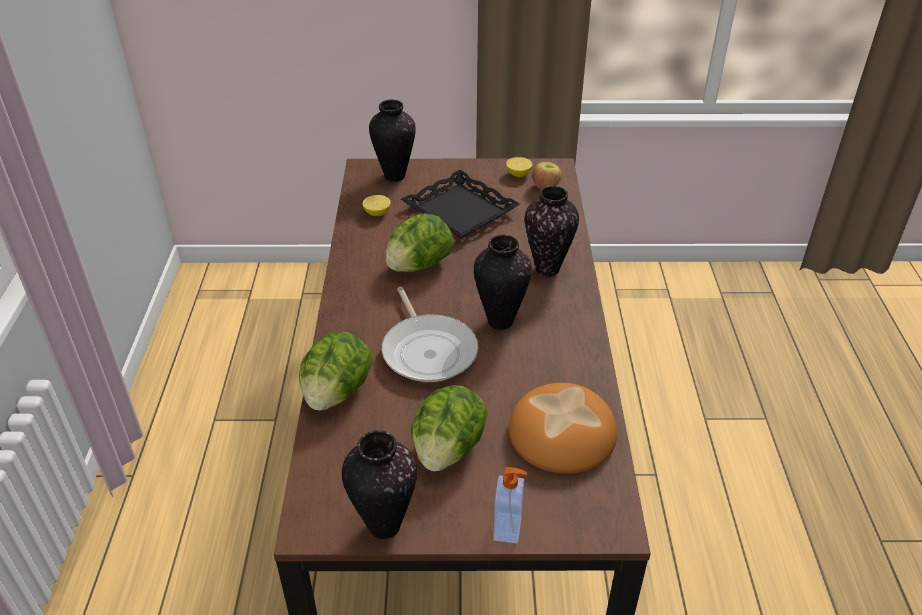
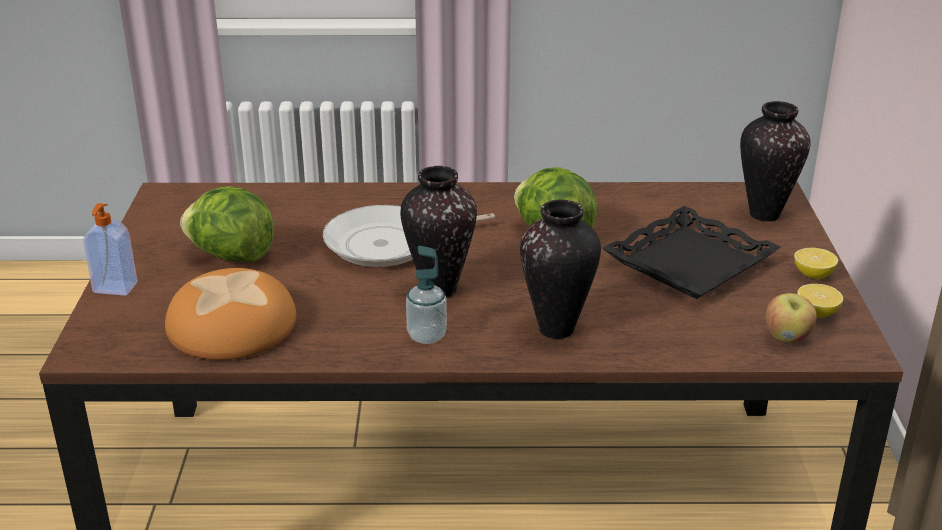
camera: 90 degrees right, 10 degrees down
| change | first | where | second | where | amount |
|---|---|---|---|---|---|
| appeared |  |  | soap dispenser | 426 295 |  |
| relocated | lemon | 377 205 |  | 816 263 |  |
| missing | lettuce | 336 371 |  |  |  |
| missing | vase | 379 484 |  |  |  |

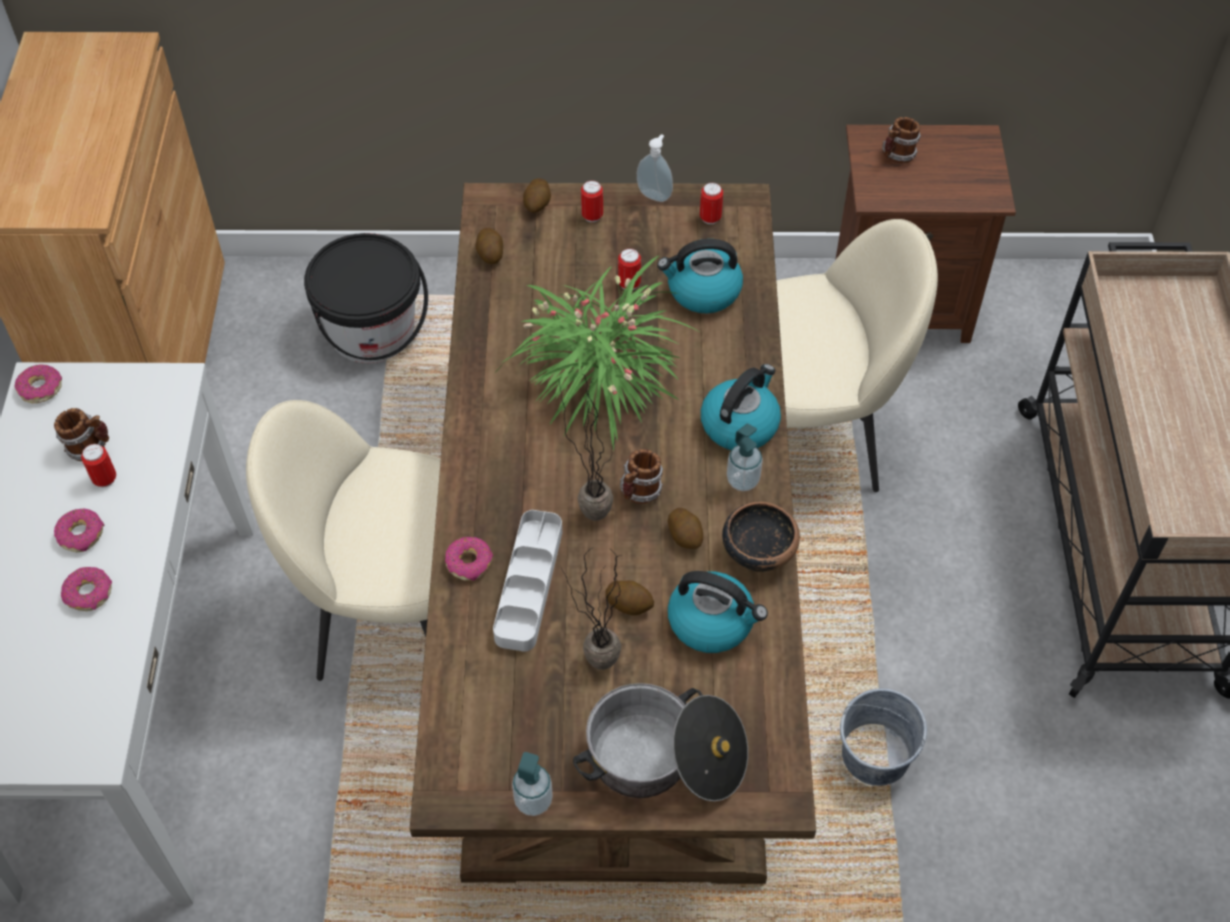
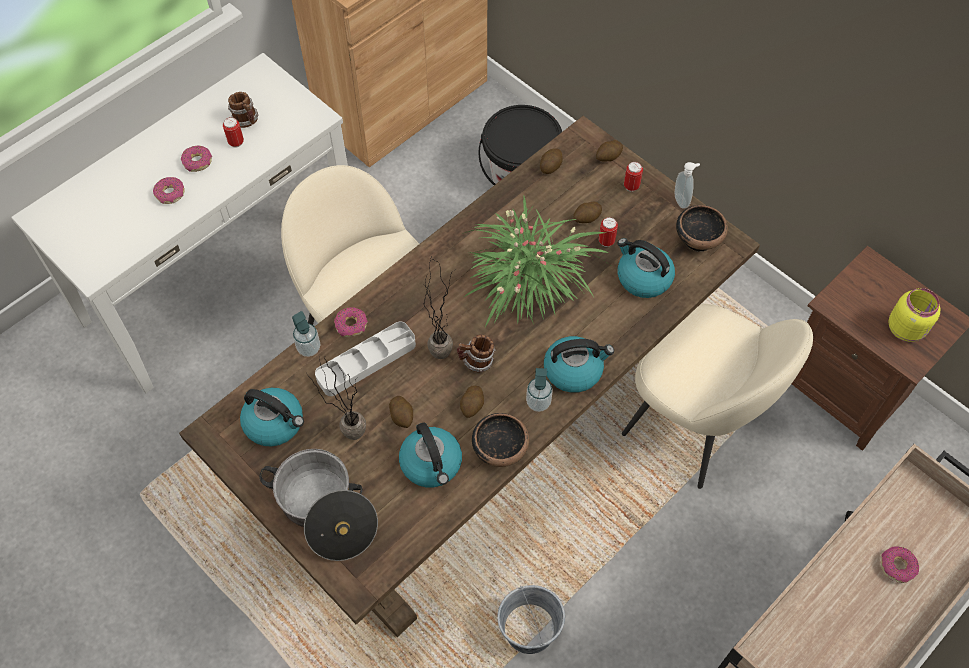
camera: 45 degrees right, 5 degrees up
| change | first | where | second | where | amount |
|---|---|---|---|---|---|
| appeared |  |  | kettle | 272 417 |  |
| relocated | soap dispenser | 532 784 |  | 306 334 |  |
| appeared |  |  | potato | 587 212 |  |
| exchanged | can | 711 203 | bowl | 702 228 |  |
| relocated | donut | 38 384 |  | 900 565 |  |
| appeared |  |  | jar (yellow) | 914 315 |  |
| missing | mug | 901 140 |  |  |  |

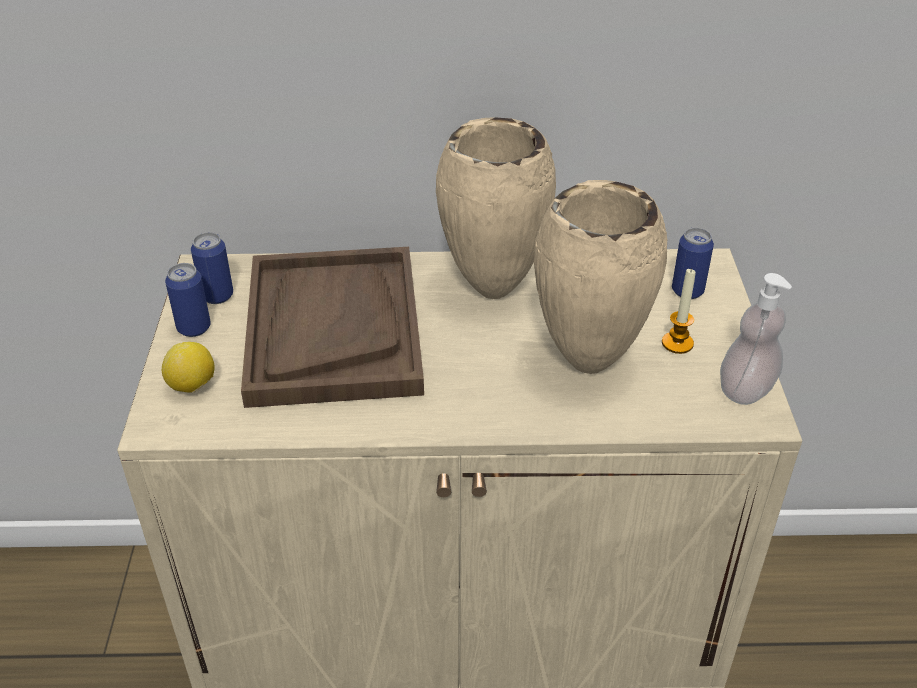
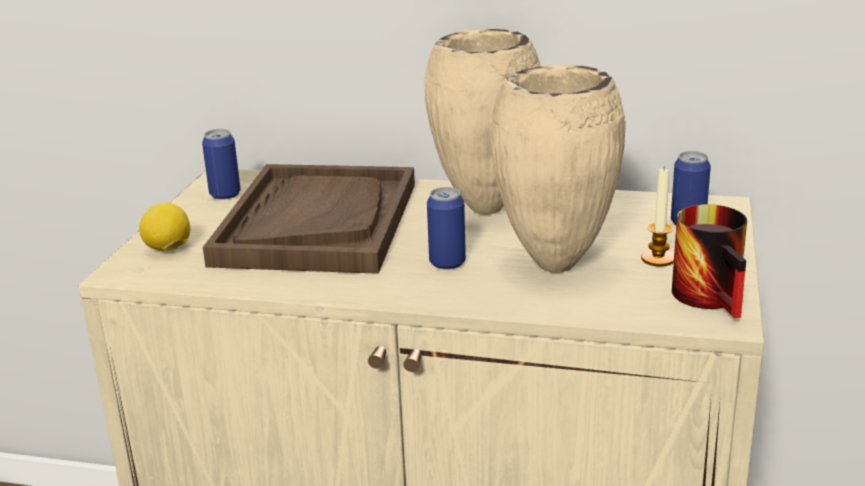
camera: 15 degrees right, 15 degrees down
| change | first | where | second | where | amount |
|---|---|---|---|---|---|
| relocated | can | 188 300 |  | 446 228 |  |
| exchanged | soap dispenser | 756 339 | mug | 709 261 |  |

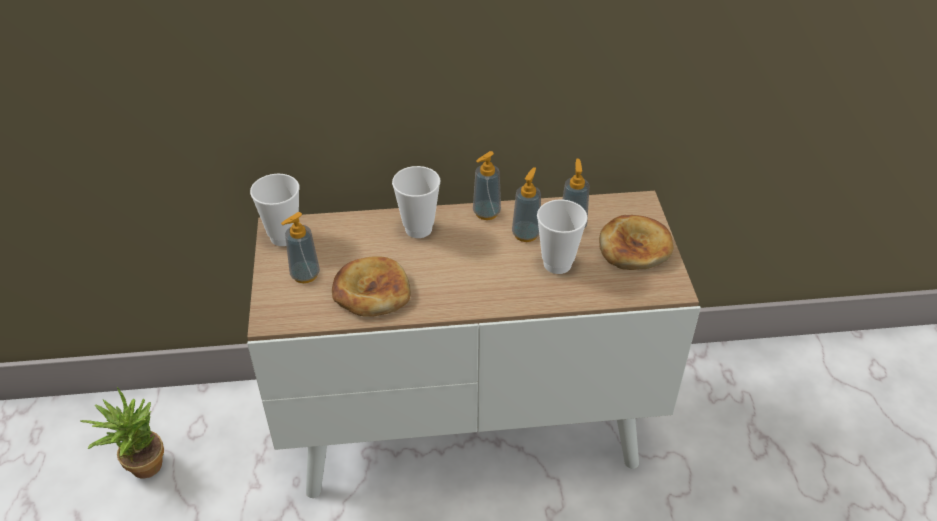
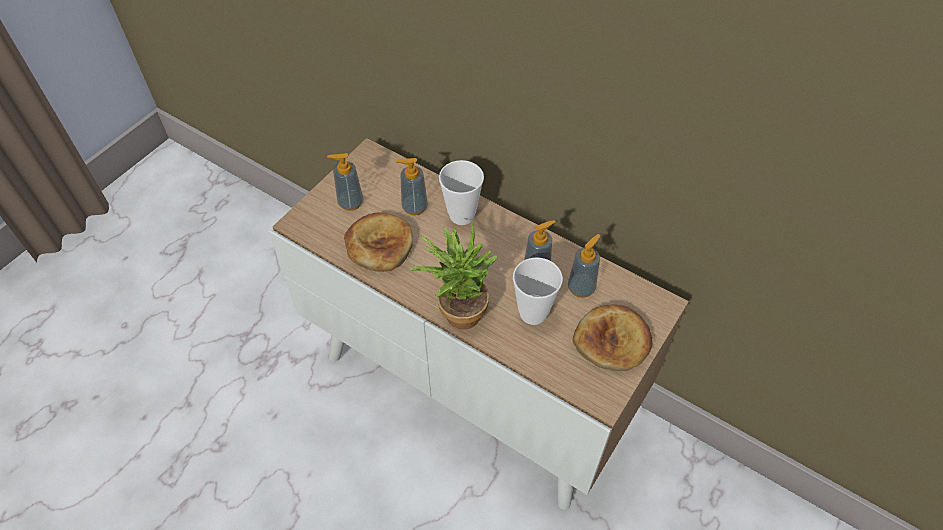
camera: 40 degrees right, 10 degrees up
| change | first | where | second | where | amount |
|---|---|---|---|---|---|
| relocated | soap dispenser | 487 185 |  | 412 187 |  |
| relocated | potted plant | 122 433 |  | 454 276 |  |
| missing | cup | 274 210 |  |  |  |

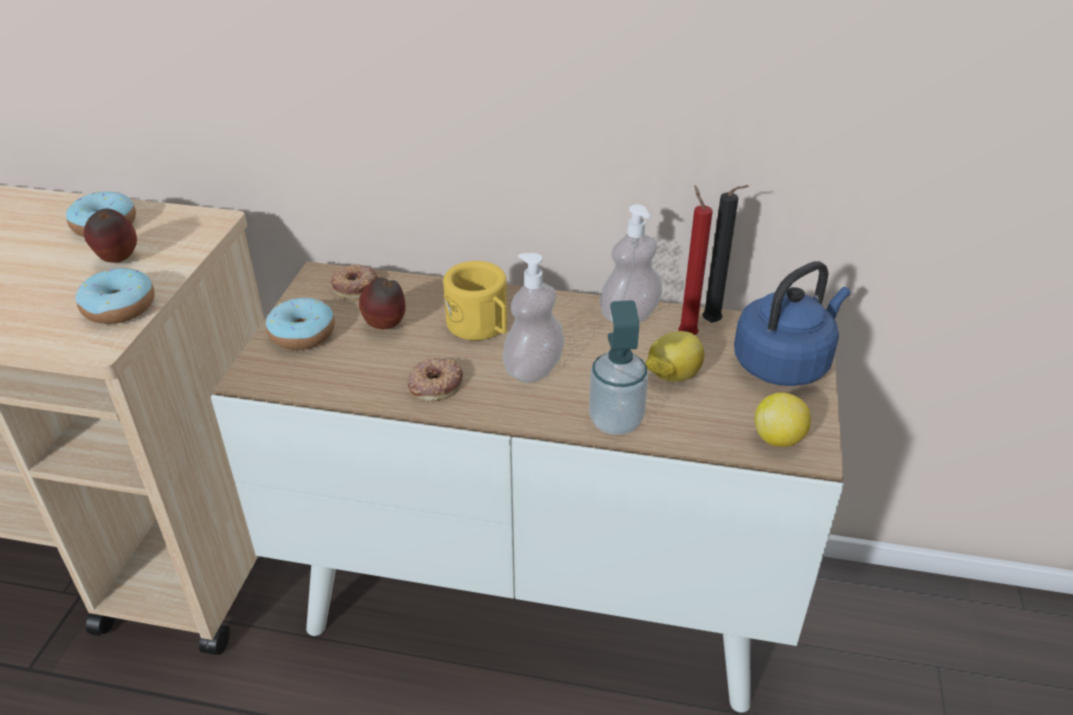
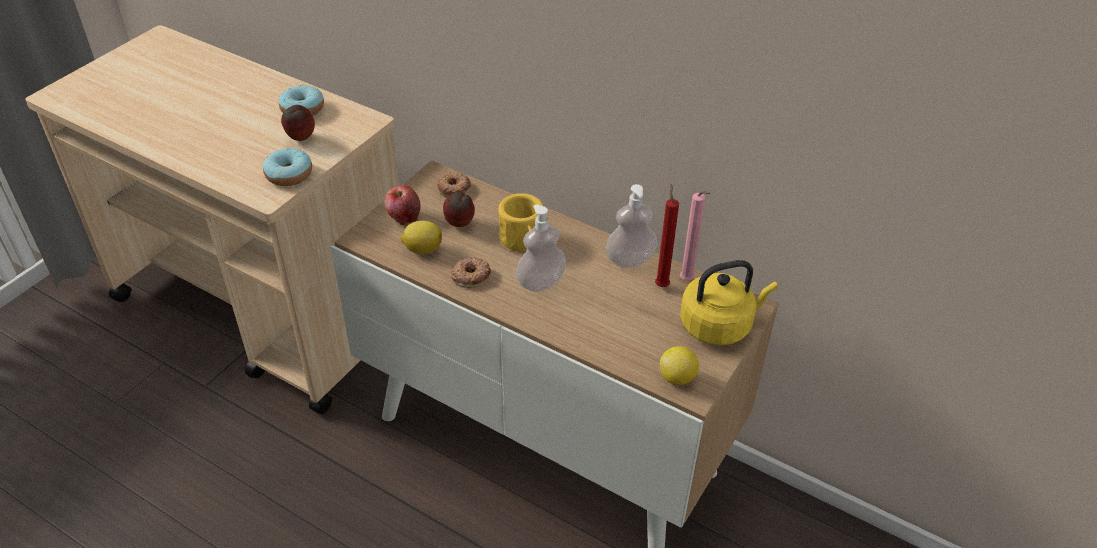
camera: 20 degrees right, 5 degrees up
| change | first | where | second | where | amount |
|---|---|---|---|---|---|
| exchanged | donut | 300 324 | apple | 403 205 |  |
| relocated | lemon | 674 356 |  | 421 238 |  |
| colour | candle (black) | 725 254 | candle (pink) | 695 236 |  |
| colour | kettle (blue) | 792 323 | kettle (yellow) | 729 302 |  |
| missing | soap dispenser | 618 367 |  |  |  |

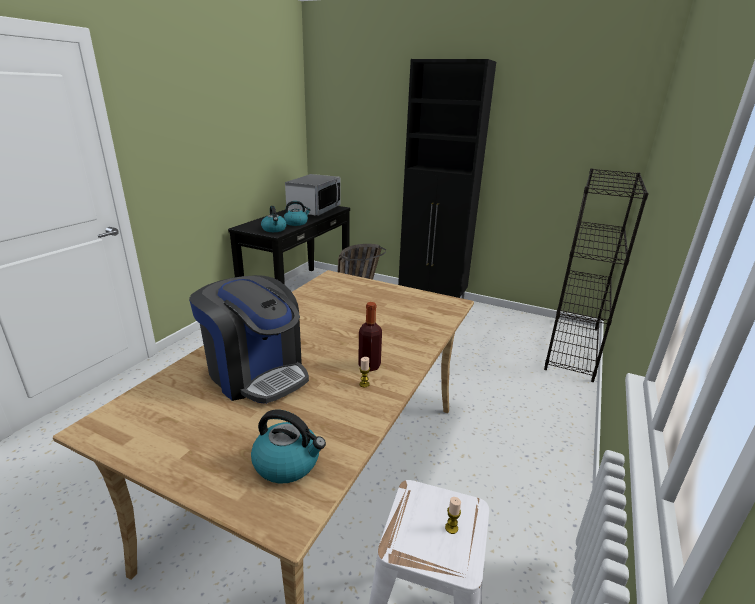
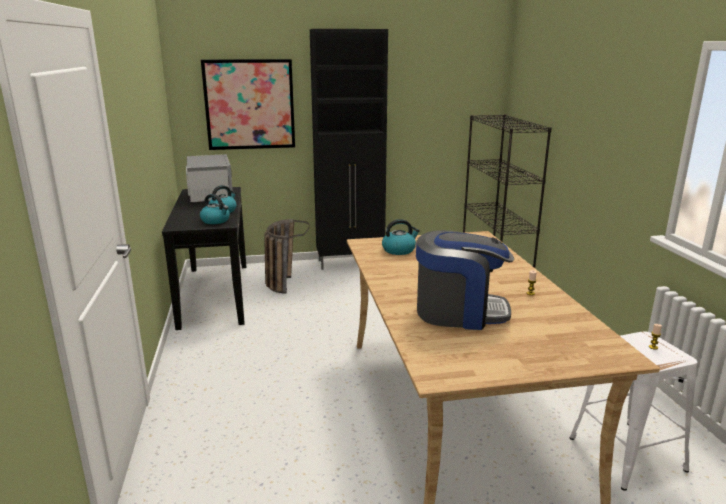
camera: 35 degrees left, 5 degrees down
| change | first | where | second | where | amount |
|---|---|---|---|---|---|
| appeared |  |  | picture | 248 104 |  |
| relocated | kettle | 288 446 |  | 401 237 |  |
| missing | bottle | 370 337 |  |  |  |

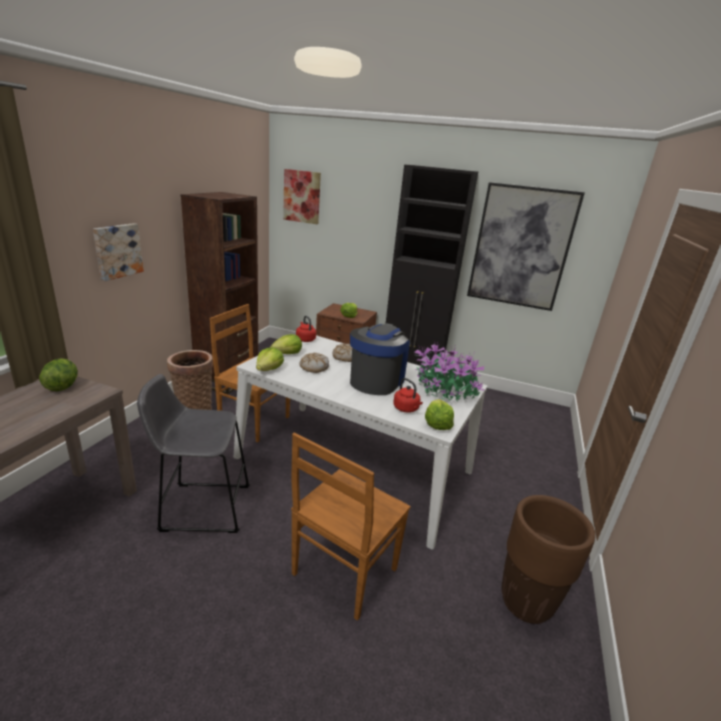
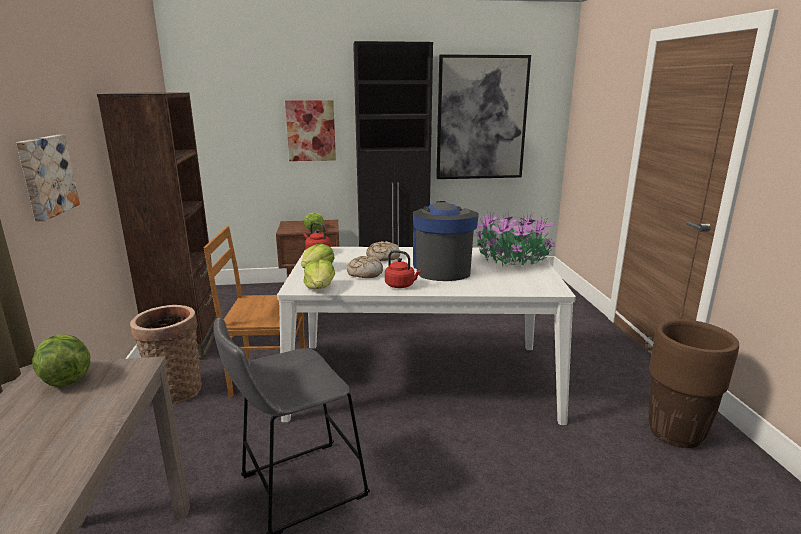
camera: 25 degrees left, 5 degrees down
| change | first | where | second | where | amount |
|---|---|---|---|---|---|
| relocated | picture | 302 196 |  | 310 130 |  |
| relocated | kettle (red) | 408 395 |  | 403 269 |  |
| missing | chair (brown) | 351 527 |  |  |  |
| missing | lettuce | 439 414 |  |  |  |

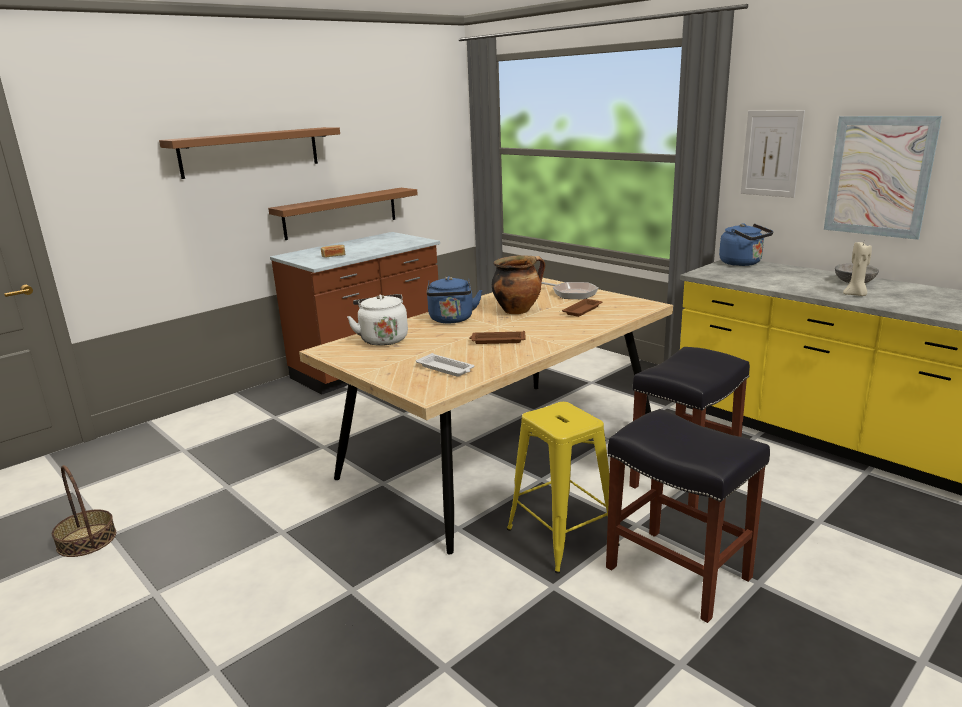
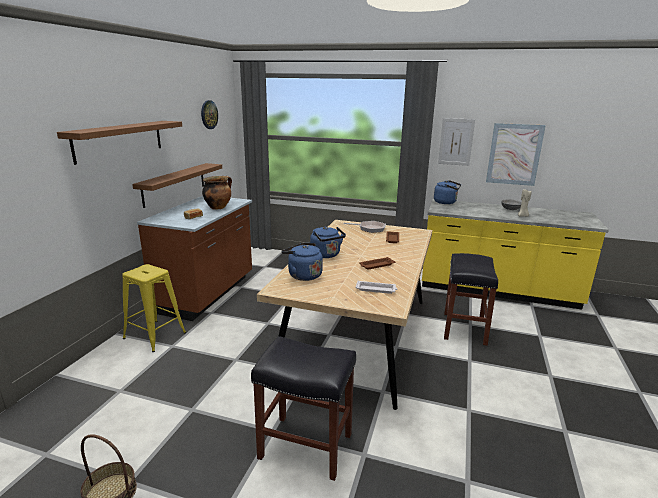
camera: 30 degrees left, 0 degrees up
| change | first | where | second | where | amount |
|---|---|---|---|---|---|
| relocated | stool (yellow) | 563 488 |  | 154 308 |  |
| appeared |  |  | wall clock | 209 114 |  |
| relocated | cooking pot | 518 284 |  | 217 193 |  |
| relocated | stool (black) | 688 516 |  | 303 408 |  |
| colour | kettle (white) | 377 320 | kettle (blue) | 302 262 |  |

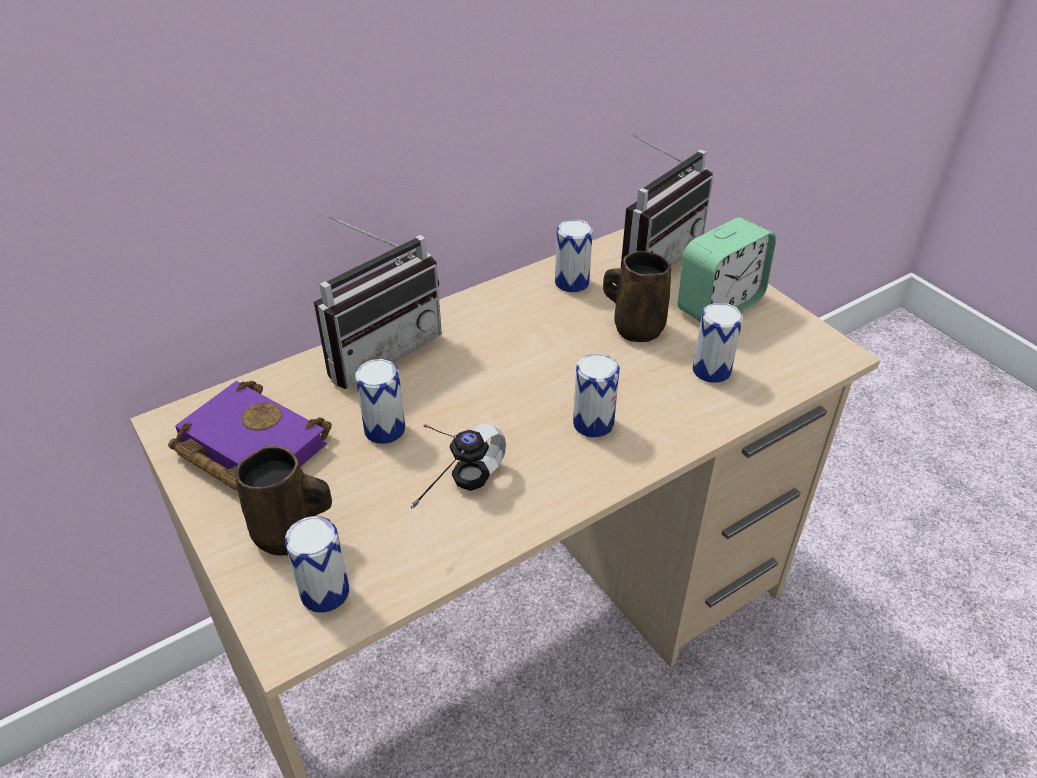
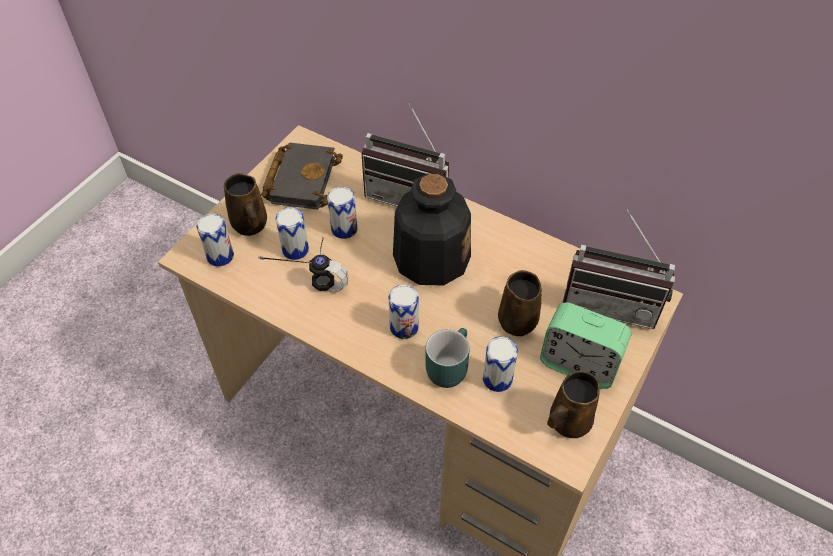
camera: 65 degrees right, 10 degrees up
| change | first | where | second | where | amount |
|---|---|---|---|---|---|
| colour | book (purple) | 250 436 | book (black) | 302 176 |  |
| relocated | can | 574 256 |  | 292 233 |  |
| appeared |  |  | bottle | 432 229 |  |
| appeared |  |  | mug (turquoise) | 448 358 |  |
| appeared |  |  | mug (brown) | 573 404 |  |

